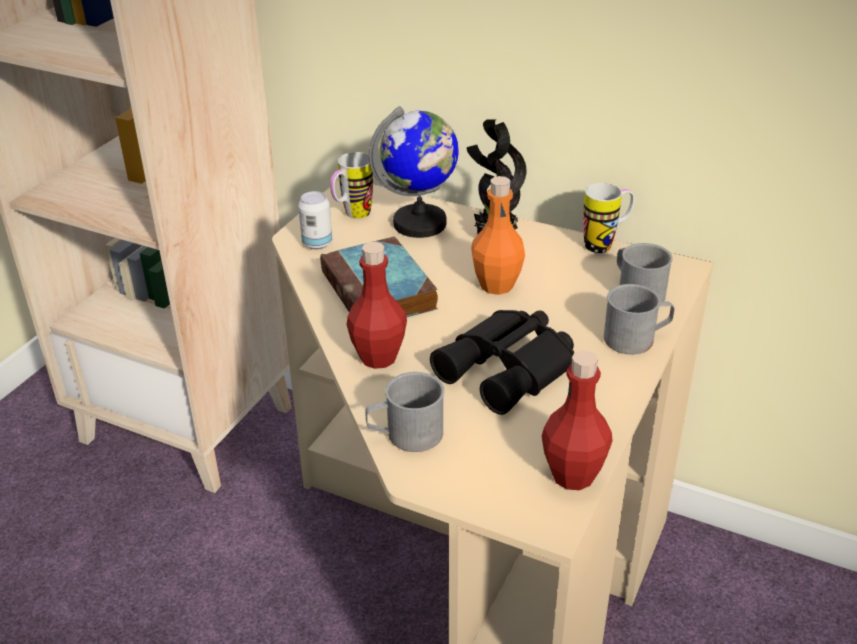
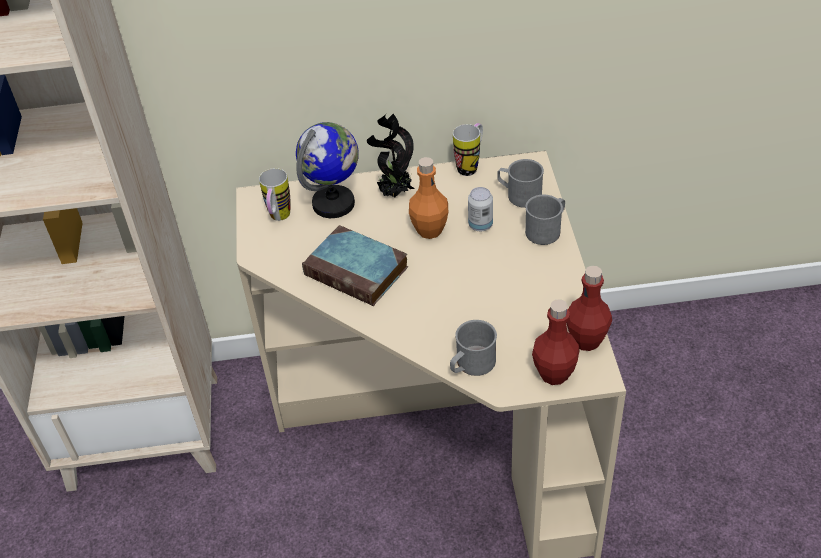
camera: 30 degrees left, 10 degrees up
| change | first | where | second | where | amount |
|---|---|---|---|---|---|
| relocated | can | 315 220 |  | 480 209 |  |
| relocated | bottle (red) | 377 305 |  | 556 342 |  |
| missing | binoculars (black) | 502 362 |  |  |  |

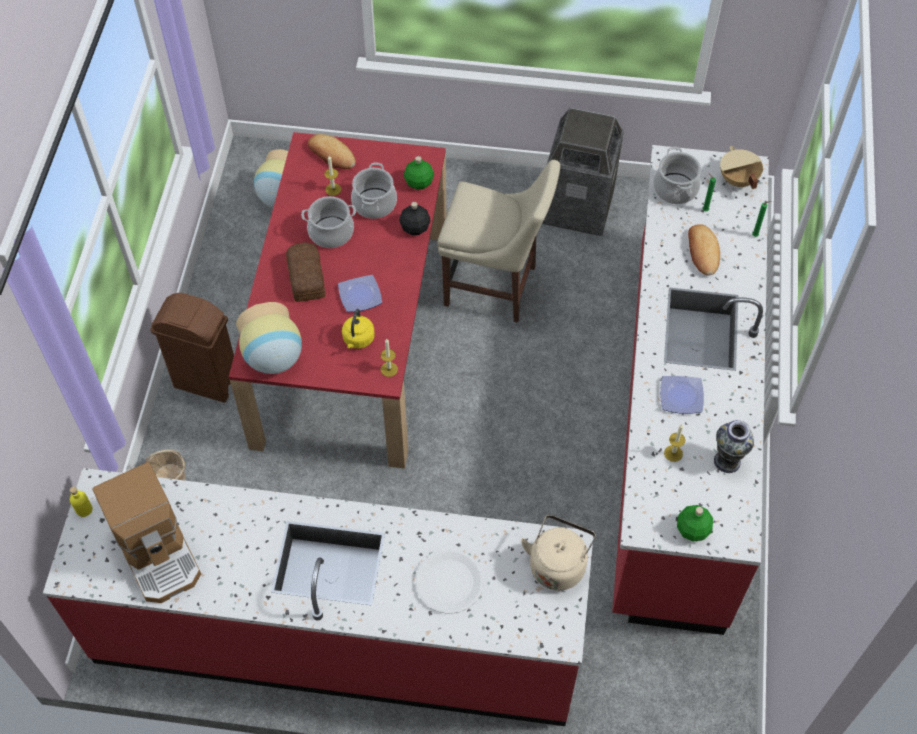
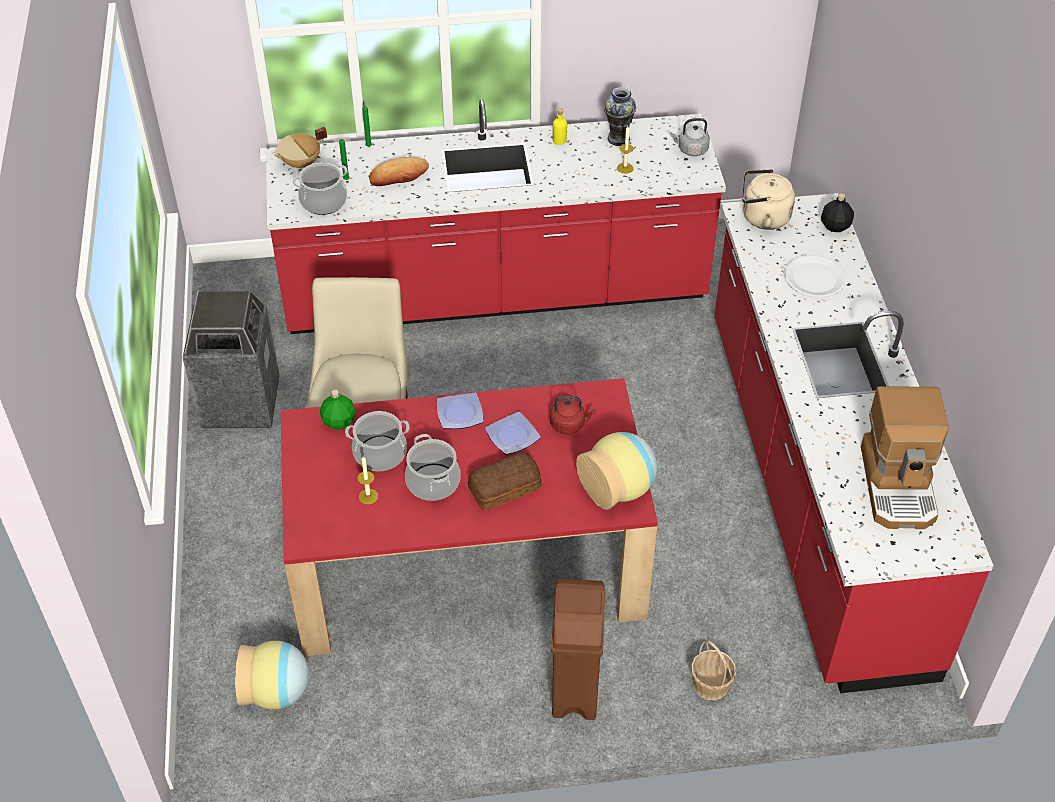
camera: 105 degrees left, 10 degrees down
| change | first | where | second | where | amount |
|---|---|---|---|---|---|
| relocated | plate | 682 395 |  | 460 411 |  |
| colour | kettle (yellow) | 358 329 | kettle (red) | 573 415 |  |
| relocated | bottle (yellow) | 81 501 |  | 560 126 |  |
| exchanged | bottle (green) | 695 523 | kettle (grey) | 690 137 |  |
| relocated | bottle (black) | 415 218 |  | 837 213 |  |
| spun | coffee machine | 146 532 |  | 905 457 | 135 degrees clockwise |
| missing | bread | 332 151 |  |  |  |
| missing | candle | 389 358 |  |  |  |

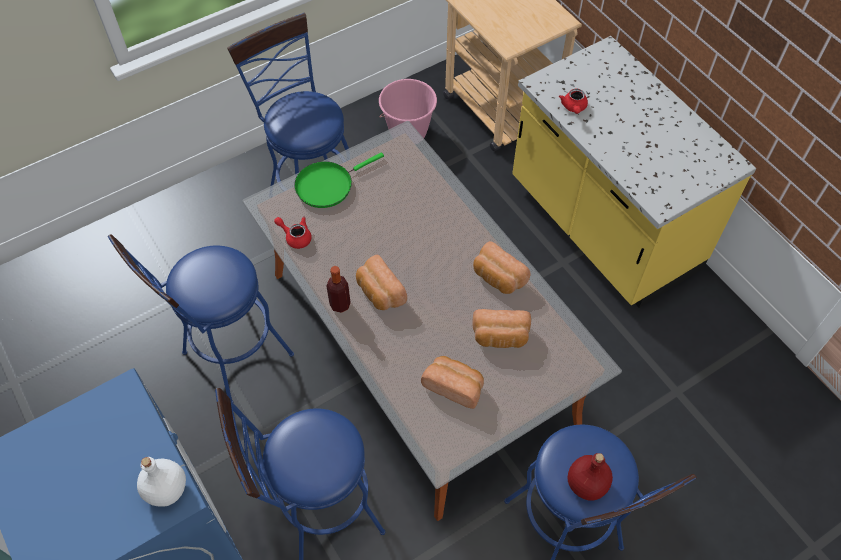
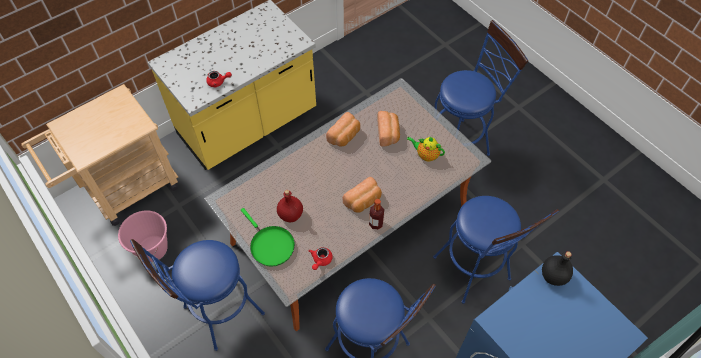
camera: 95 degrees left, 0 degrees up
| change | first | where | second | where | amount |
|---|---|---|---|---|---|
| relocated | bottle (red) | 590 477 |  | 290 206 |  |
| exchanged | bread | 452 382 | teapot | 426 149 |  |
| colour | bottle (white) | 161 482 | bottle (black) | 557 268 |  |

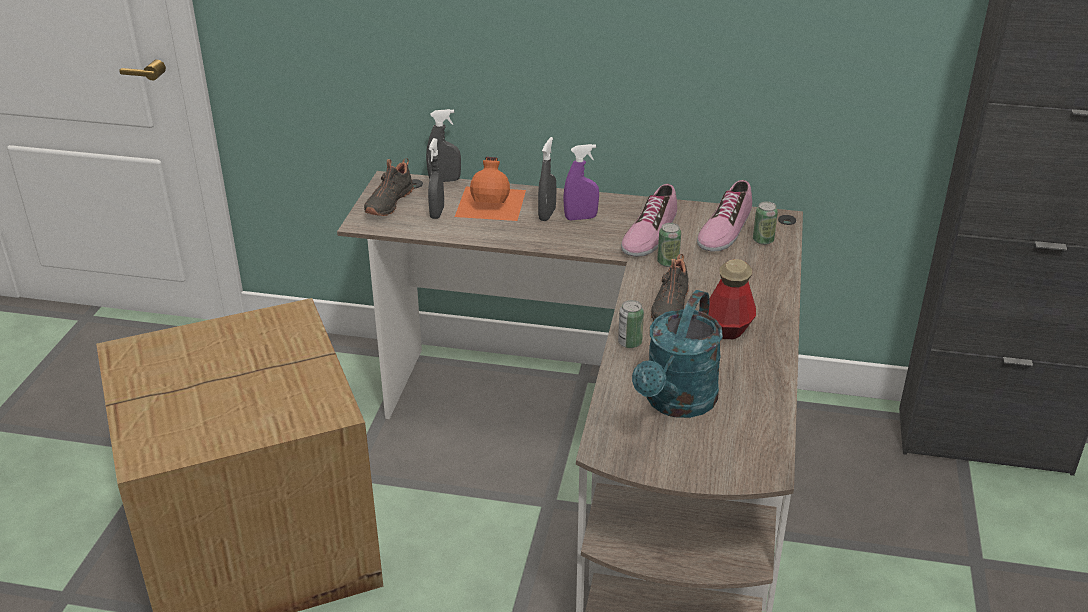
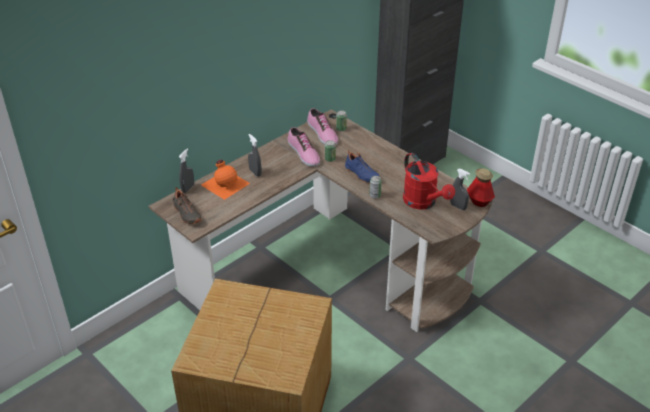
camera: 55 degrees left, 5 degrees up
| change | first | where | second | where | amount |
|---|---|---|---|---|---|
| colour | shoe (black) | 670 287 | shoe (blue) | 362 166 |  |
| colour | watering can (turquoise) | 677 354 | watering can (red) | 429 181 |  |
| relocated | spray bottle (grey) | 436 178 |  | 460 189 |  |
| relocated | bottle | 732 299 |  | 481 187 |  |
| missing | spray bottle (purple) | 581 182 |  |  |  |

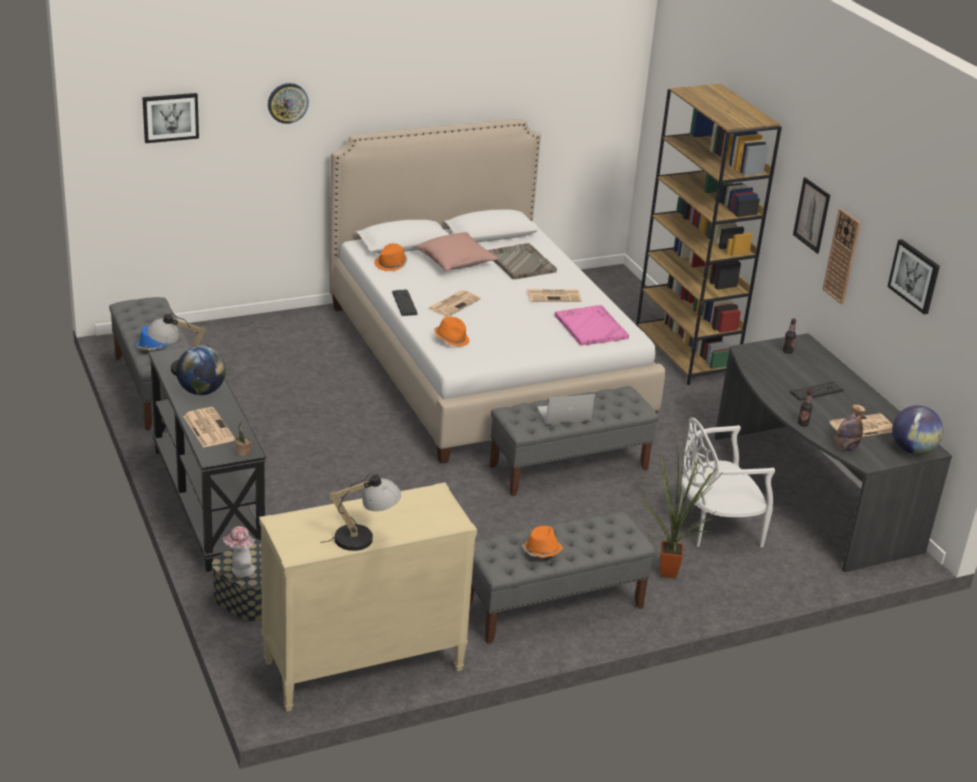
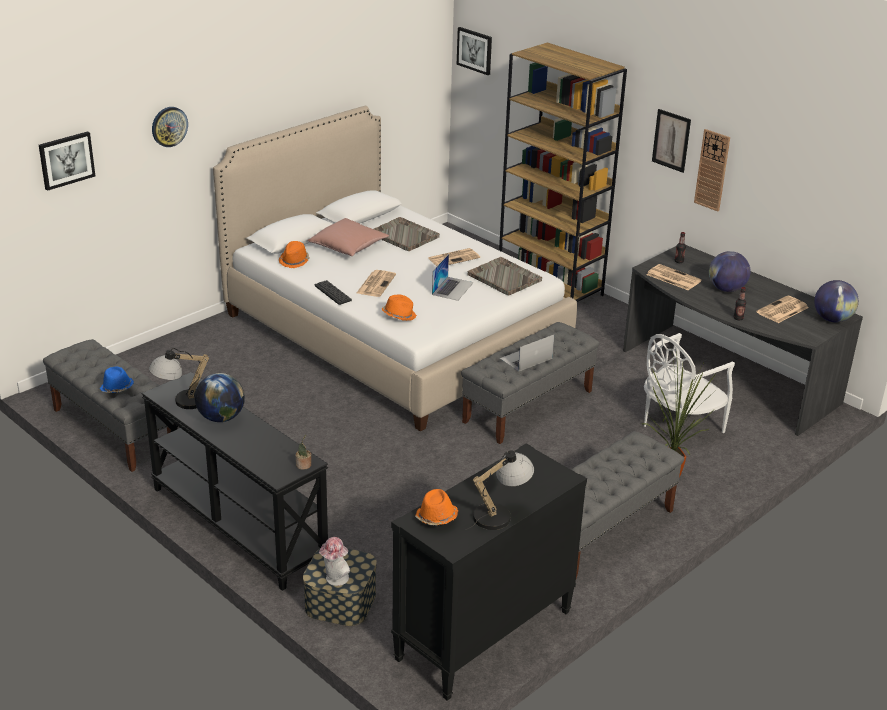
camera: 20 degrees left, 0 degrees up
| change | first | where | second | where | amount |
|---|---|---|---|---|---|
| colour | dresser (beige) | 368 597 | dresser (black) | 489 572 |  |
| relocated | hat (orange) | 542 541 |  | 436 507 |  |
| appeared |  |  | laptop | 453 277 |  |
| relocated | picture | 913 276 |  | 474 51 |  |
| colour | tray (pink) | 592 325 | tray (grey) | 505 276 |  |
| relocated | newspaper | 209 427 |  | 674 277 |  |
| exchanged | keyboard | 817 391 | globe | 730 271 |  |
| missing | bottle | 851 427 |  |  |  |

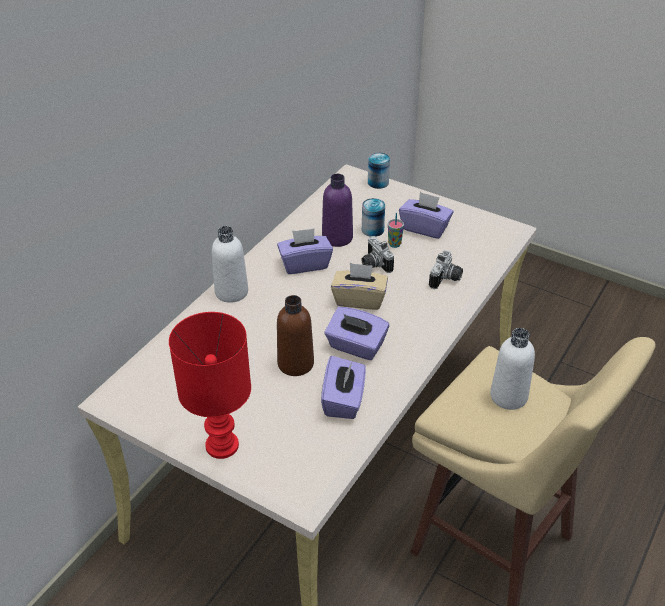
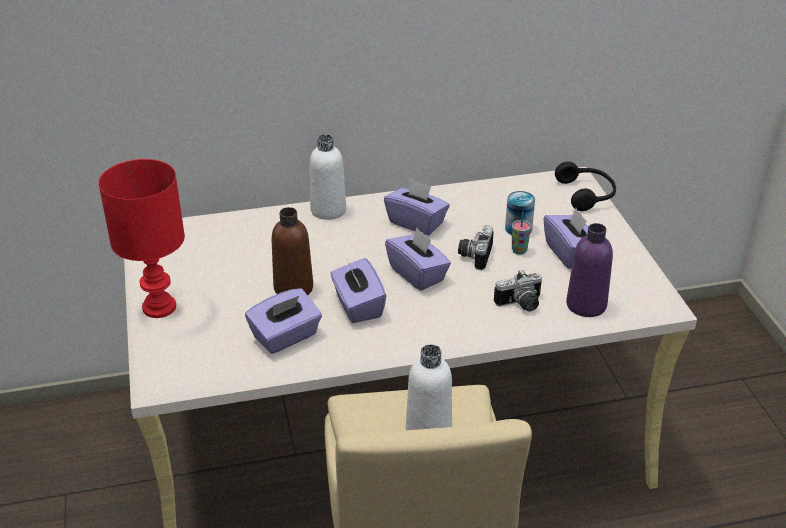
camera: 45 degrees right, 5 degrees down
| change | first | where | second | where | amount |
|---|---|---|---|---|---|
| colour | tissue box (beige) | 359 286 | tissue box (purple) | 418 259 |  |
| exchanged | can | 379 171 | headphones (black) | 585 186 |  |
| relocated | bottle (purple) | 337 210 |  | 589 270 |  |

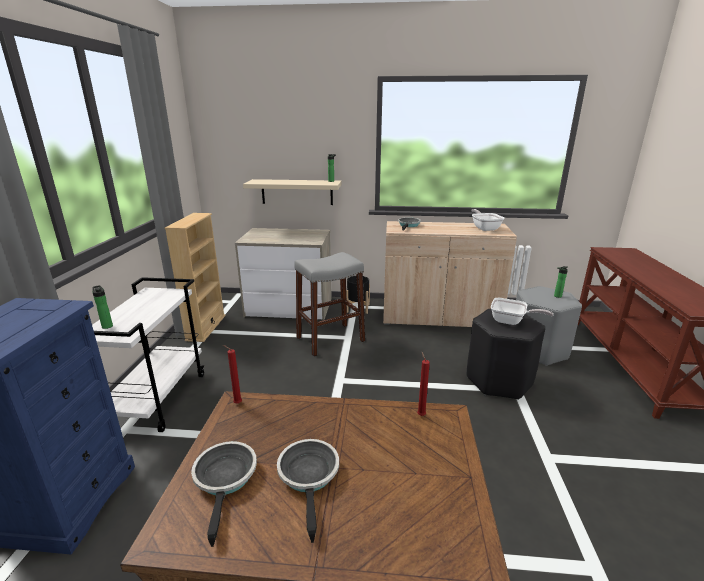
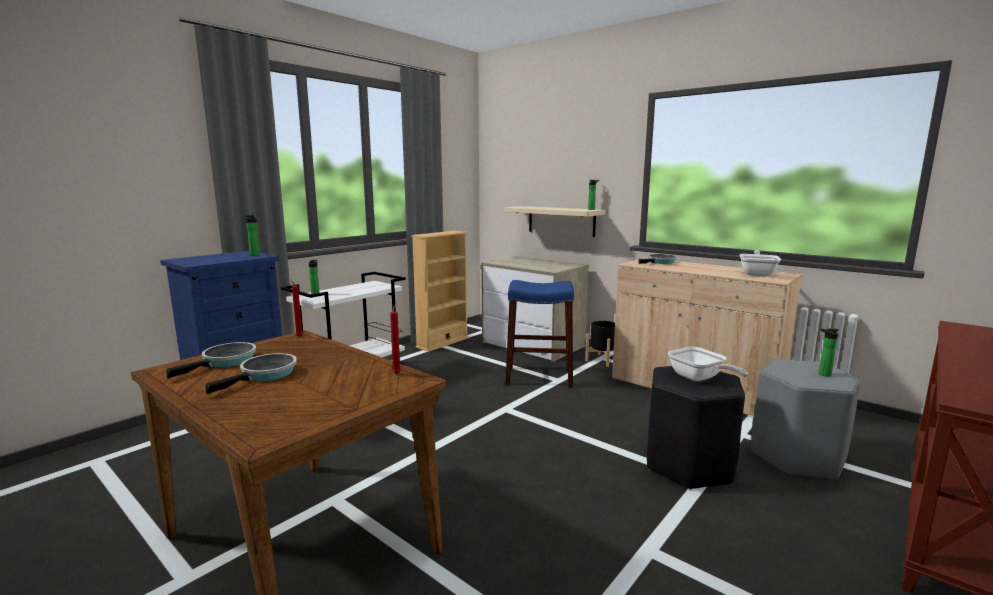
camera: 35 degrees right, 10 degrees down
| change | first | where | second | where | amount |
|---|---|---|---|---|---|
| appeared |  |  | bottle | 251 235 |  |
| colour | stool (grey) | 329 304 | stool (blue) | 539 334 |  |

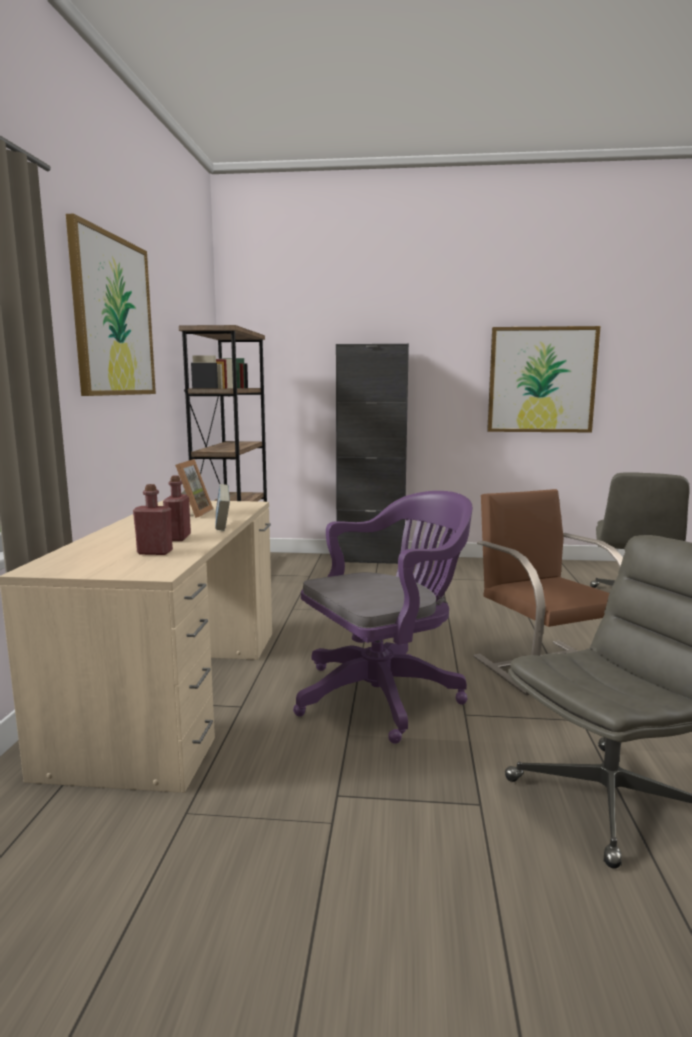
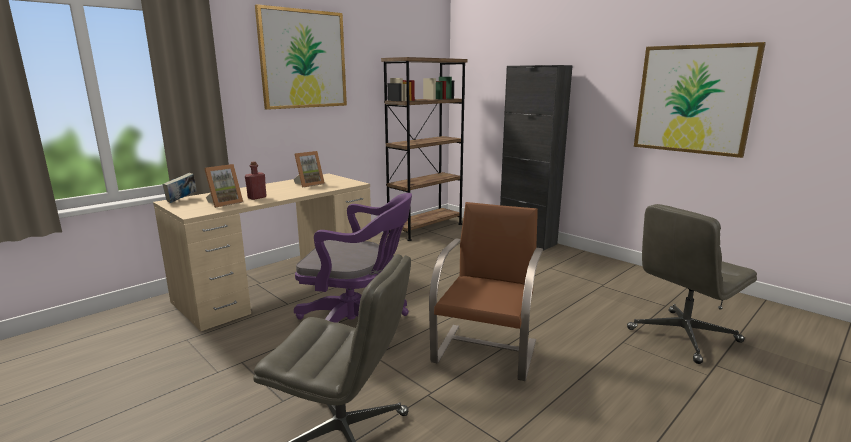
camera: 40 degrees right, 5 degrees up
| change | first | where | second | where | amount |
|---|---|---|---|---|---|
| relocated | book | 222 507 |  | 179 188 |  |
| exchanged | bottle (red) | 153 519 | picture frame | 223 186 |  |

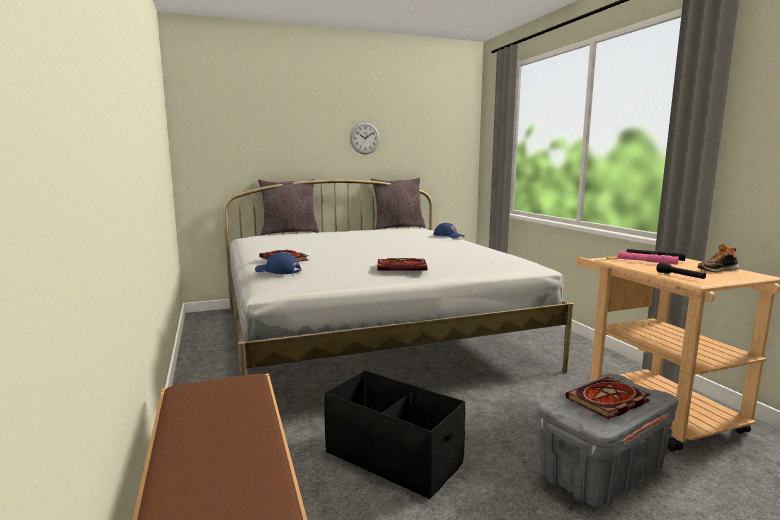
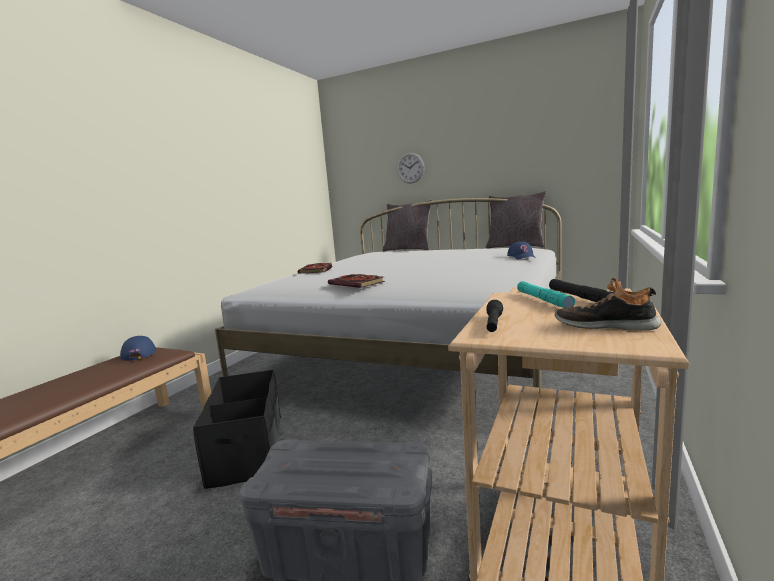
camera: 45 degrees right, 0 degrees up
| change | first | where | second | where | amount |
|---|---|---|---|---|---|
| relocated | cap (blue) | 278 263 |  | 138 348 |  |
| relocated | wall clock | 365 138 |  | 411 168 |  |
| colour | flashlight (pink) | 648 258 | flashlight (turquoise) | 546 294 |  |
| missing | book | 608 398 |  |  |  |

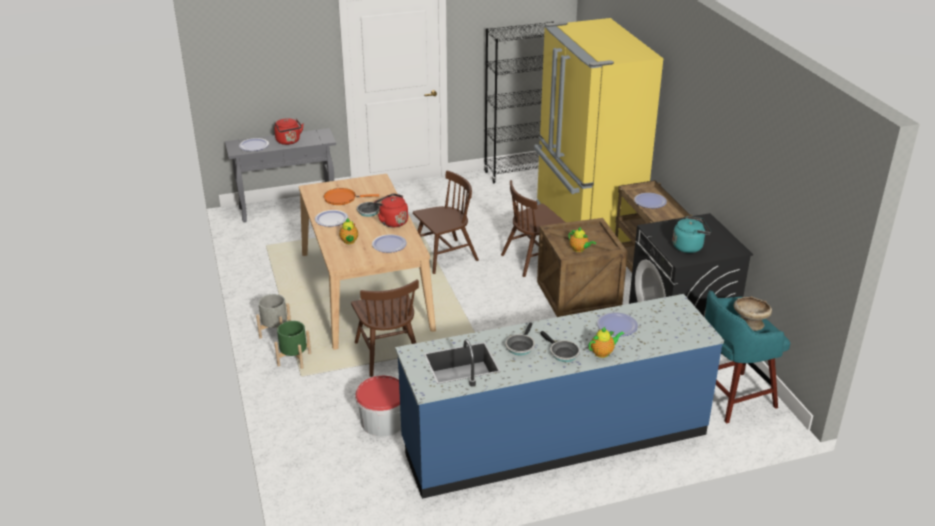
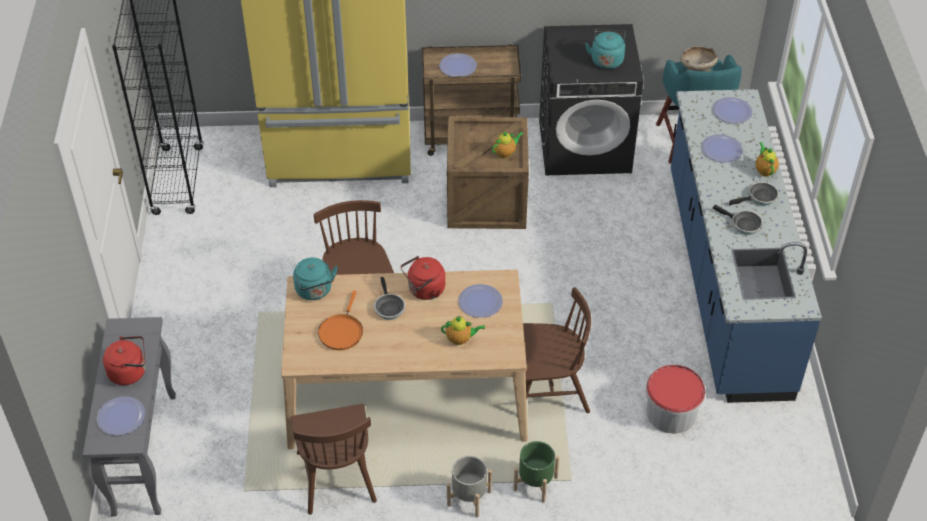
camera: 75 degrees left, 15 degrees up
| change | first | where | second | where | amount |
|---|---|---|---|---|---|
| relocated | chair (brown) | 533 228 |  | 333 459 |  |
| appeared |  |  | kettle (turquoise) | 315 278 |  |
| relocated | plate | 331 218 |  | 732 110 |  |

